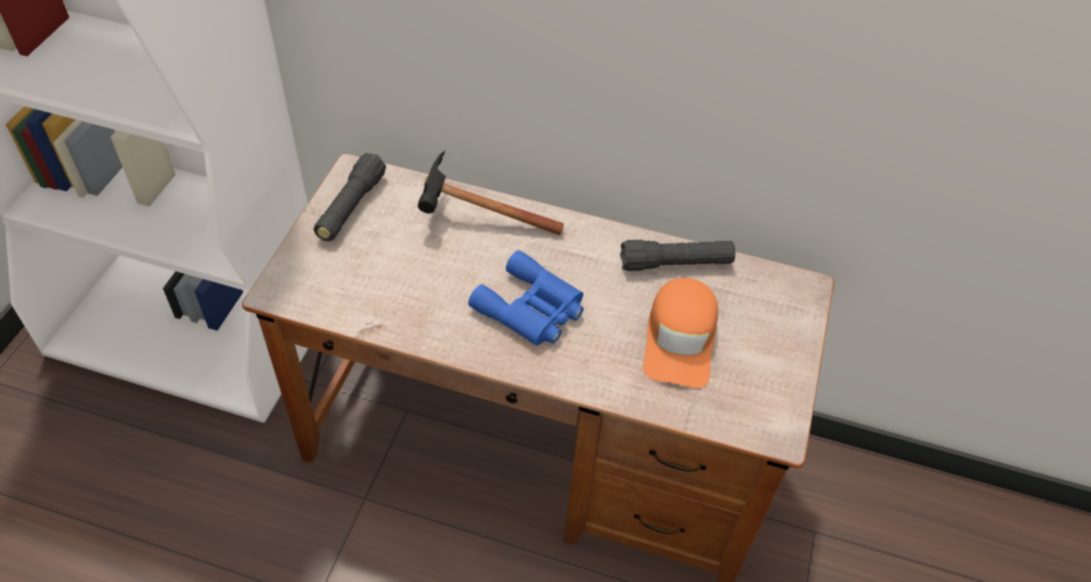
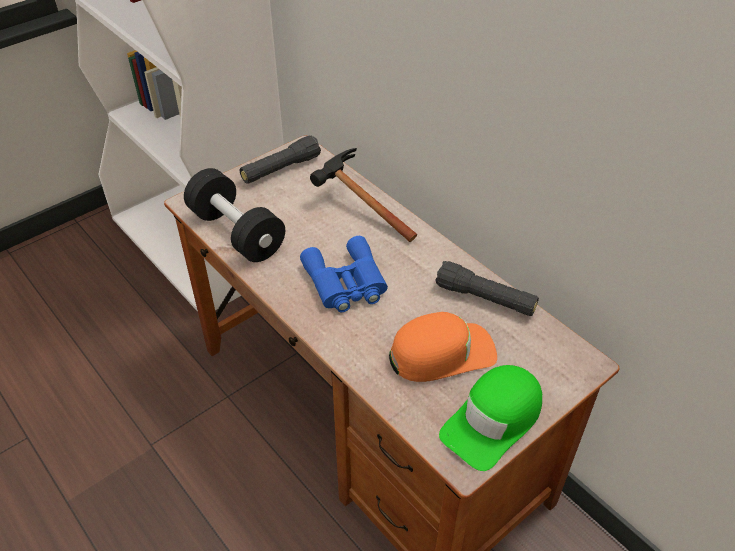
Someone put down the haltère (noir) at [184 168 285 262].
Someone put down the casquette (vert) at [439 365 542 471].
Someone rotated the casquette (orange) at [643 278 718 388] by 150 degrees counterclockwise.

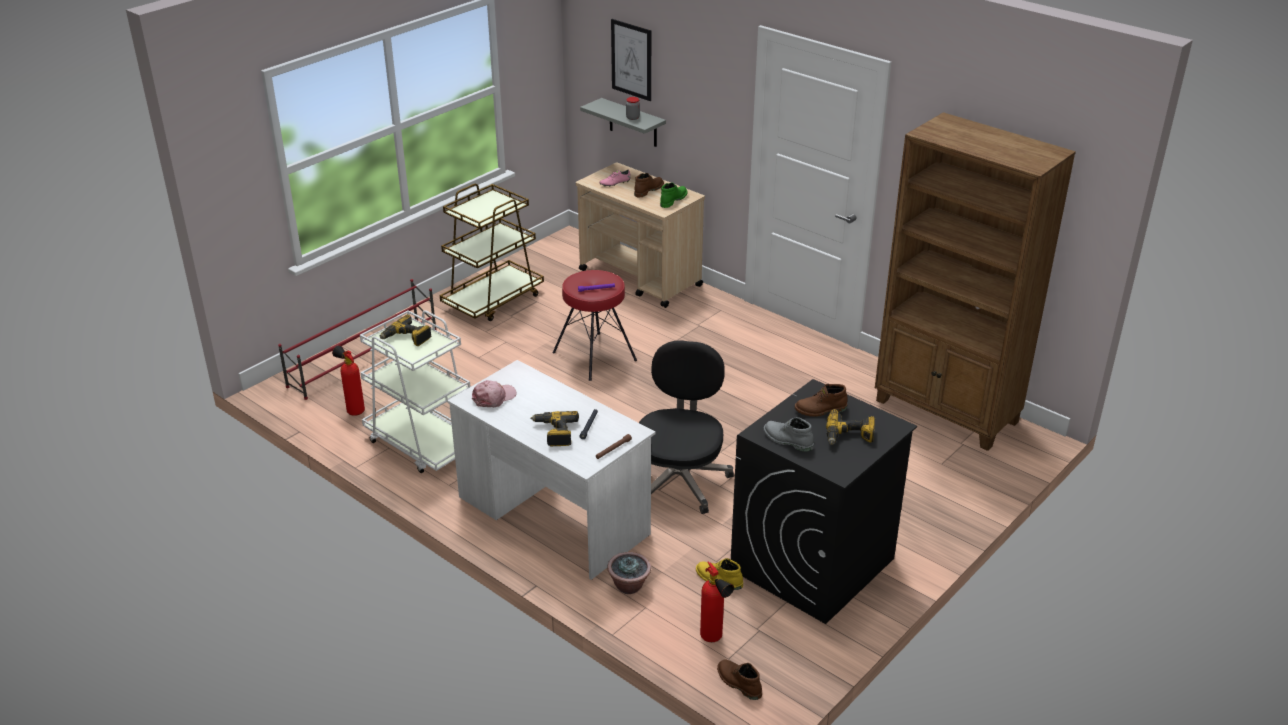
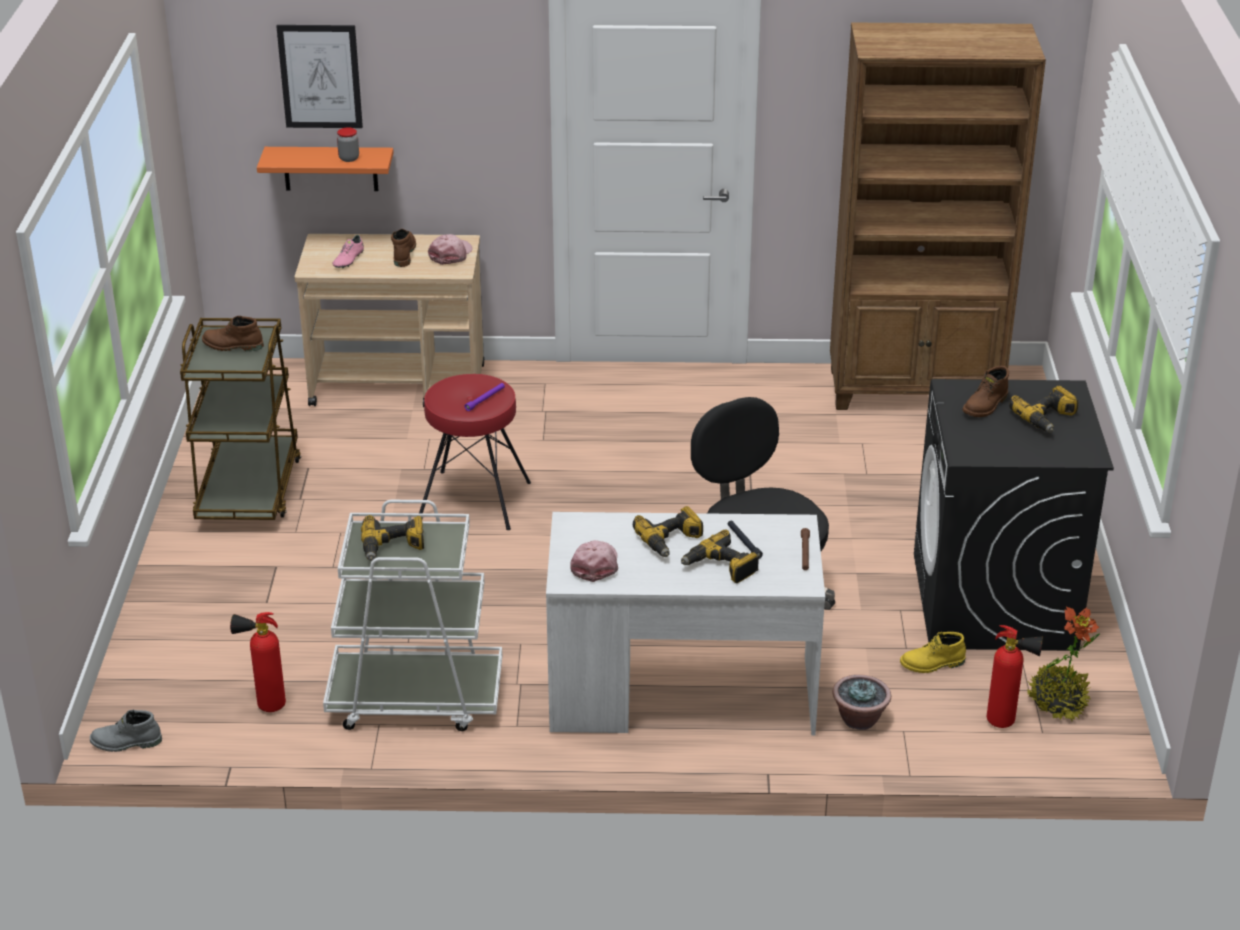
Someone took away the étagère à chaussures (rouge) at [278 279 436 400].
Someone put down the perceuse at [633 506 703 557].
Someone put down the plante en pot at [1027 607 1099 721].
Someone carried the botte (marron) from [717 659 762 700] to [202 316 264 351].
Someone carried the botte (gris) from [763 417 814 452] to [90 710 162 752].
Someone swapped the botte (vert) at [660 183 688 208] for the casquette (rose) at [428 234 473 265].
Someone repainted the étagère (gris) at [580 98 666 147], which became the étagère (orange) at [257 147 394 191].

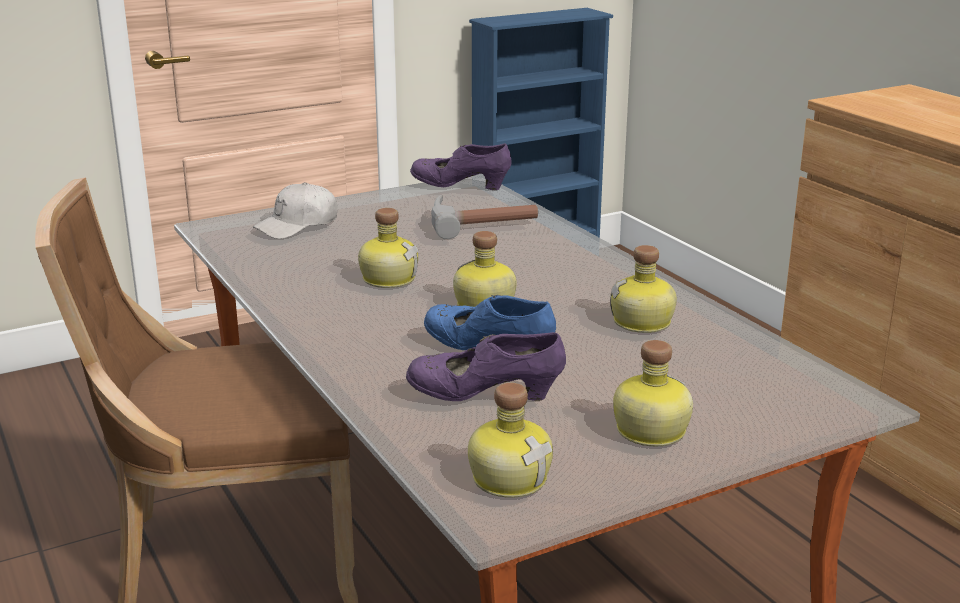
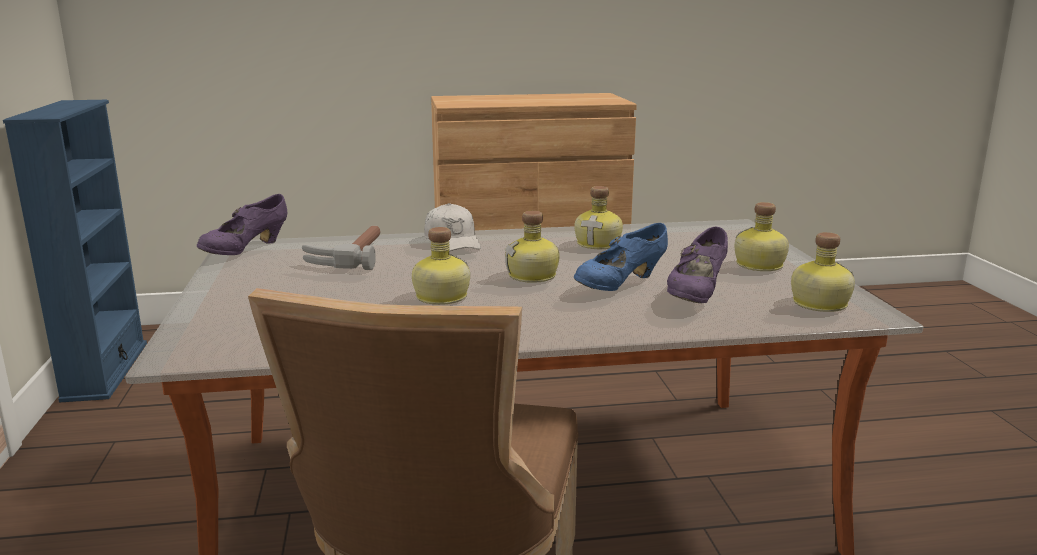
Someone carried the casquette (blanc) from [253 182 337 239] to [424 203 481 252].

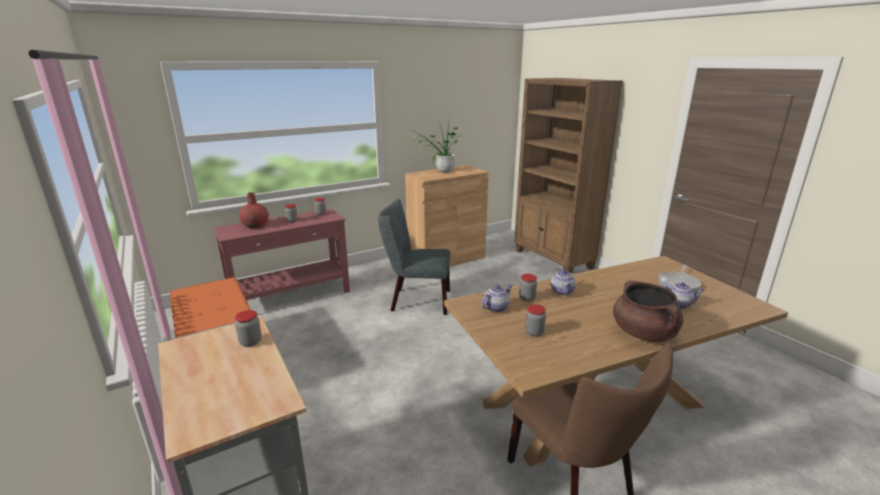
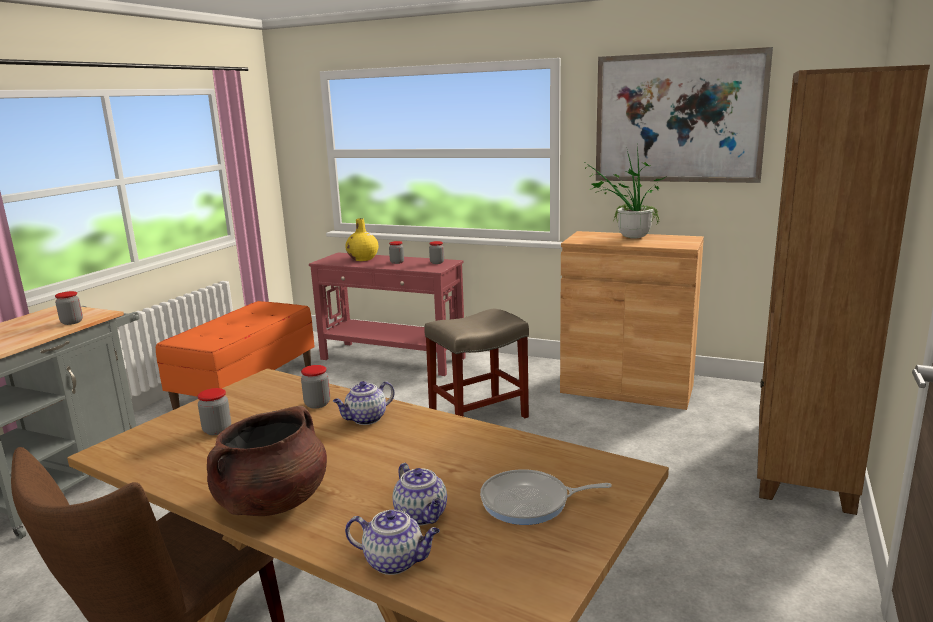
Someone put up the tableau at [596 47 773 183].
Someone carried the théière from [481 285 512 312] to [345 510 440 575].
Someone swapped the chaise (gris) at [378 199 451 315] for the tabouret (beige) at [424 309 529 418].
Someone repainted the vase (rouge) at [239 192 269 229], which became the vase (jaune) at [345 218 379 261].

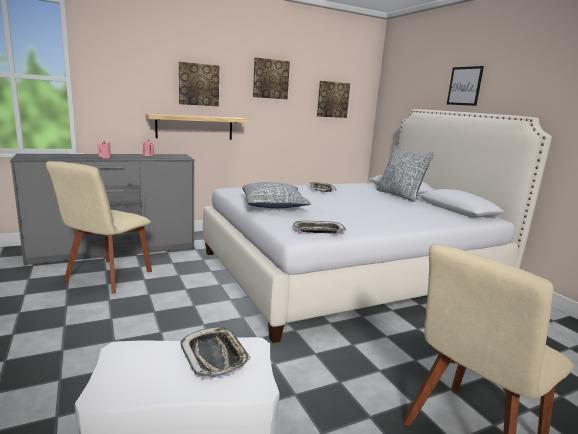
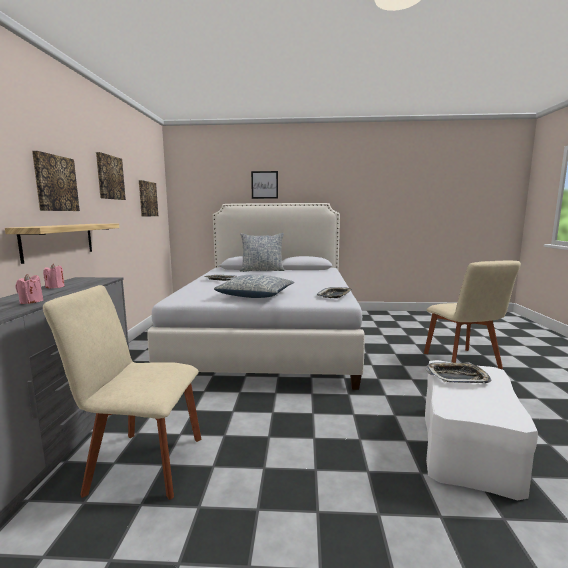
Someone rotated the chaise (beige) at [46 161 152 294] by 135 degrees clockwise.

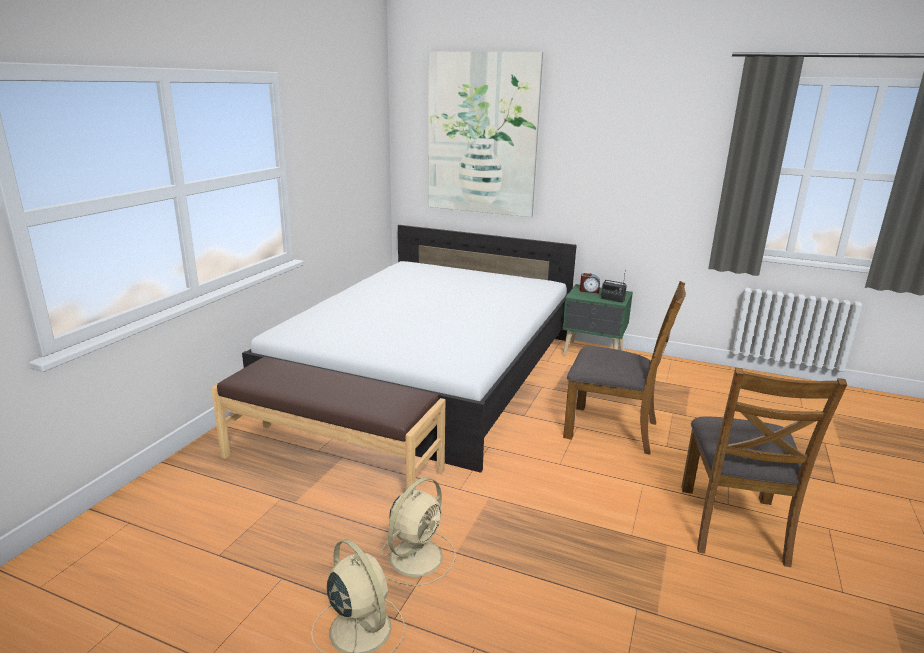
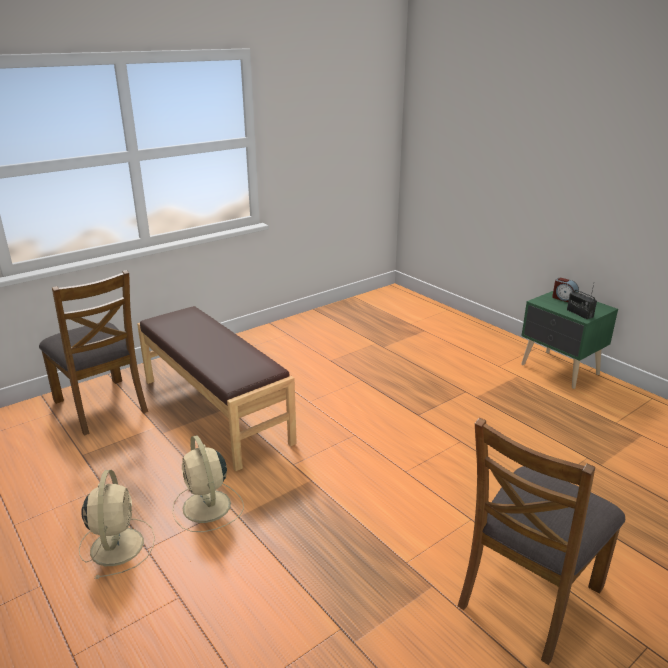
Someone took away the lit (blanc) at [242 225 577 473].
Someone took away the tableau at [428 51 543 217].
Someone carried the chaise (marron) from [563 281 686 455] to [39 270 148 436].
Someone rotated the ventilateur (beige) at [382 477 456 586] by 90 degrees clockwise.

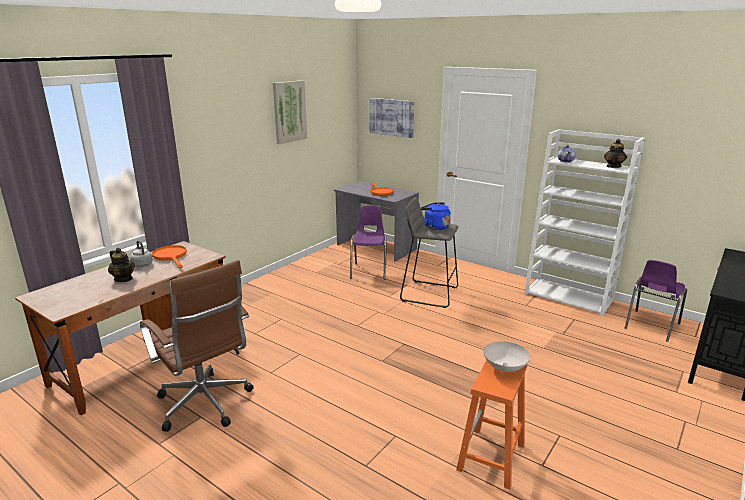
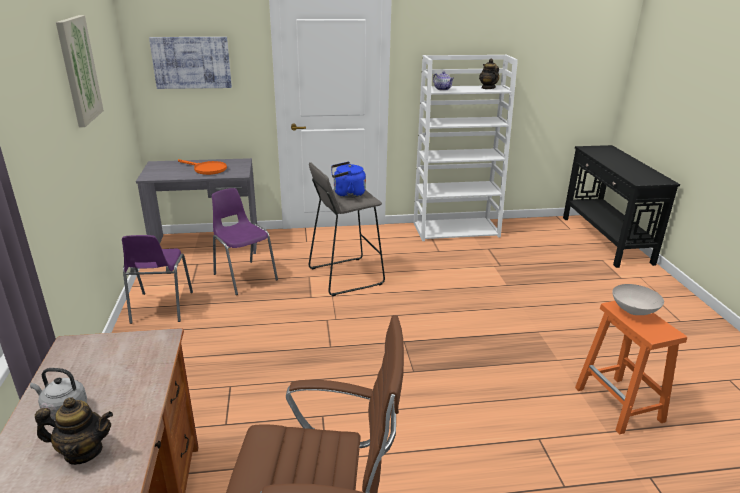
Someone took away the poêle (orange) at [152 245 187 269].
Someone carried the chaise (violet) from [625 260 687 342] to [122 235 193 324].

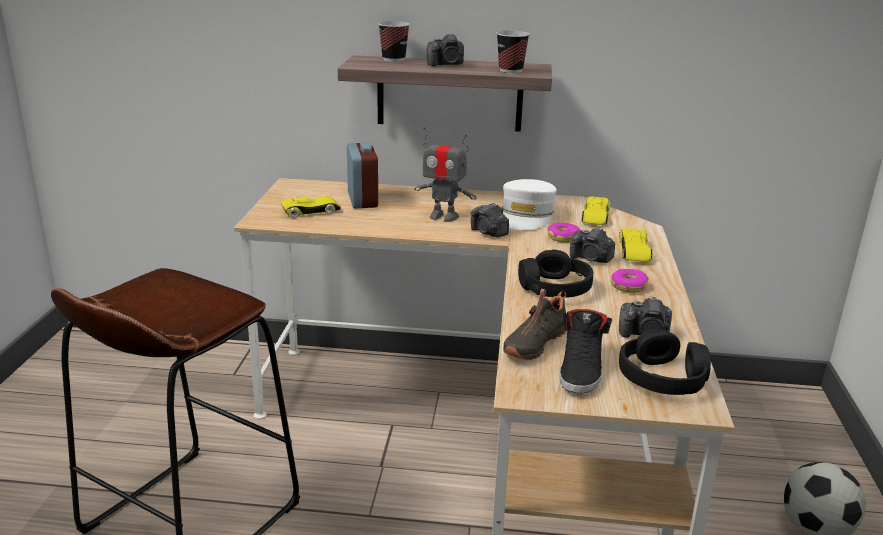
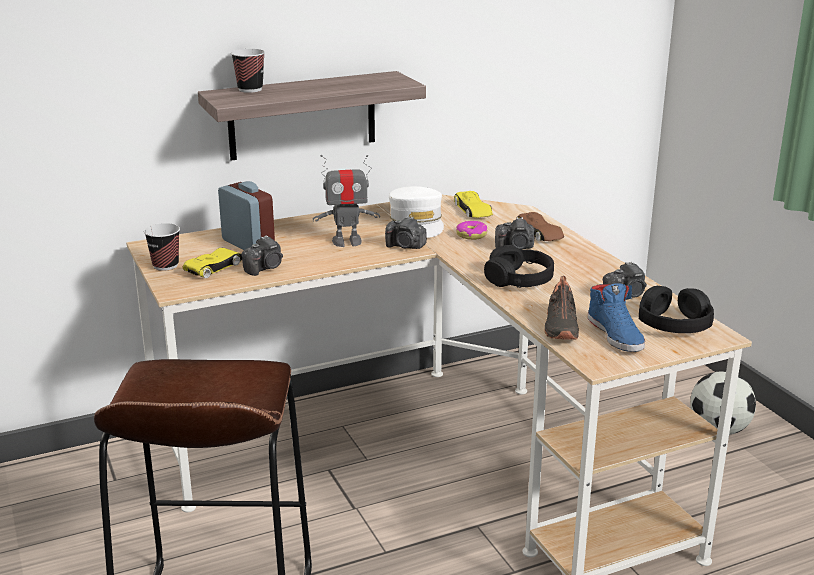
Someone took away the beignet at [611 269 649 293].
Someone carried the appareil photo from [427 33 464 66] to [241 235 283 276].
Someone carried the tasse from [497 31 530 73] to [144 223 180 271].
Someone repainted the chaussure (noir) at [559 309 612 393], which became the chaussure (bleu) at [588 283 645 352].
Someone repainted the petite voiture (jaune) at [619 228 652 262], which became the petite voiture (marron) at [516 212 564 241].

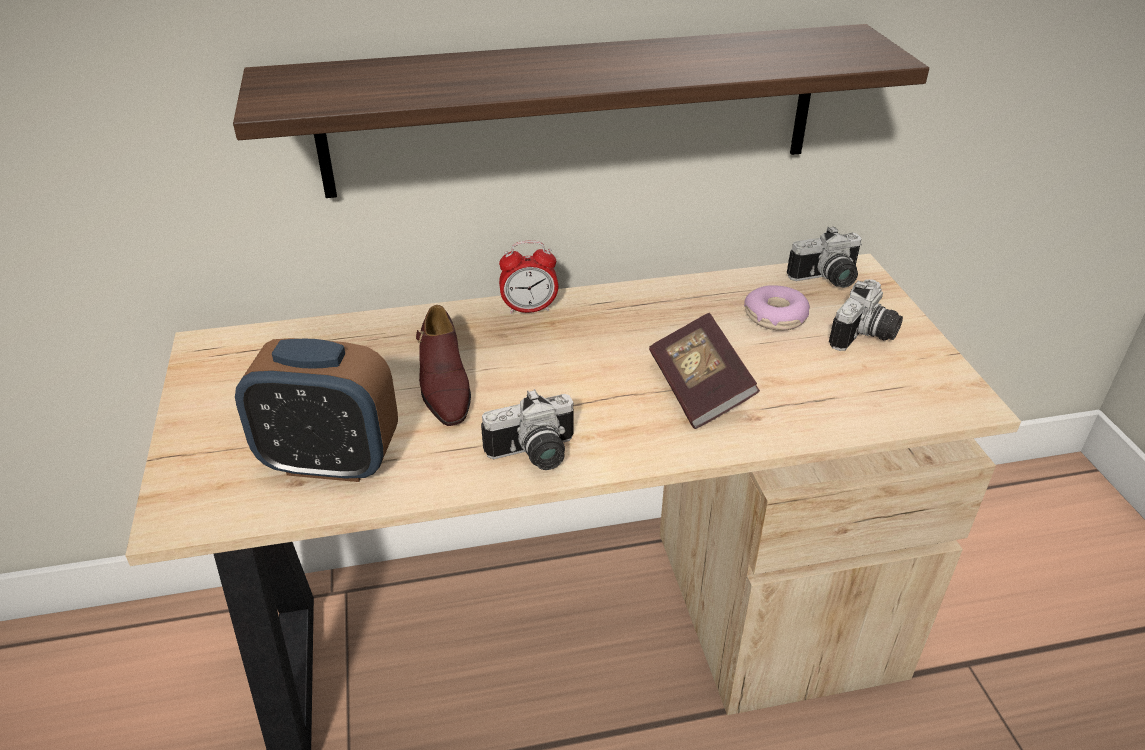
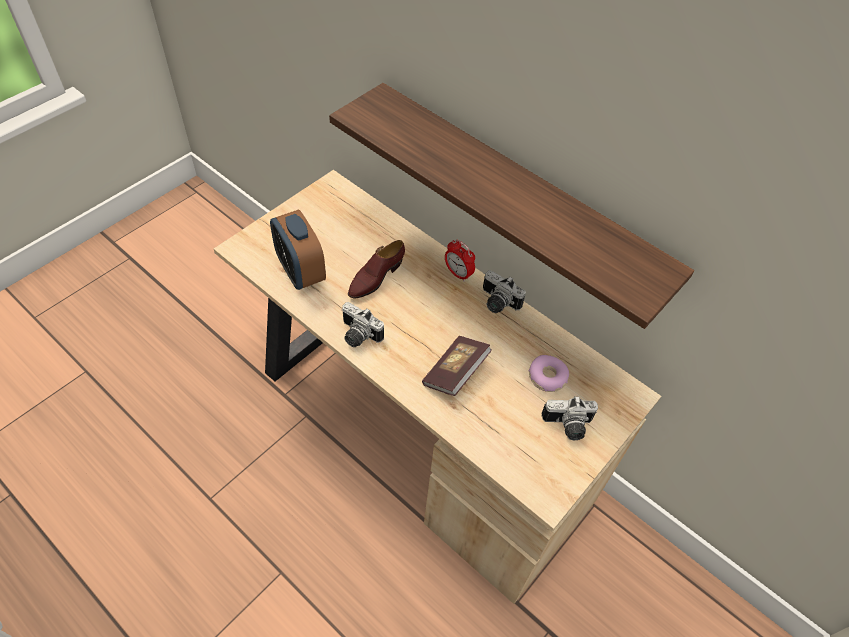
Someone carried the appareil photo from [787 226 862 288] to [483 270 526 313].

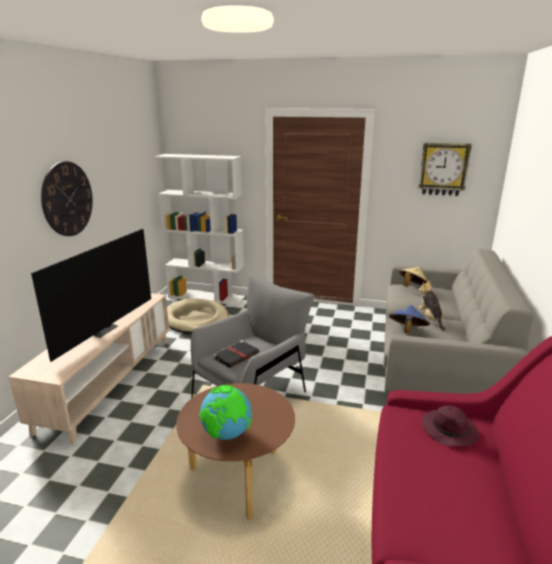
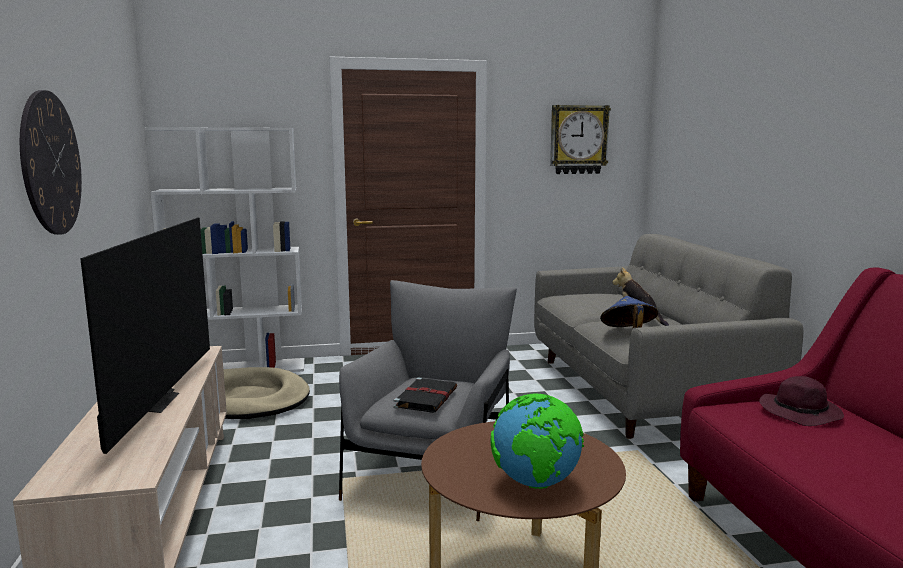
Someone took away the chapeau (beige) at [399 267 427 287].

